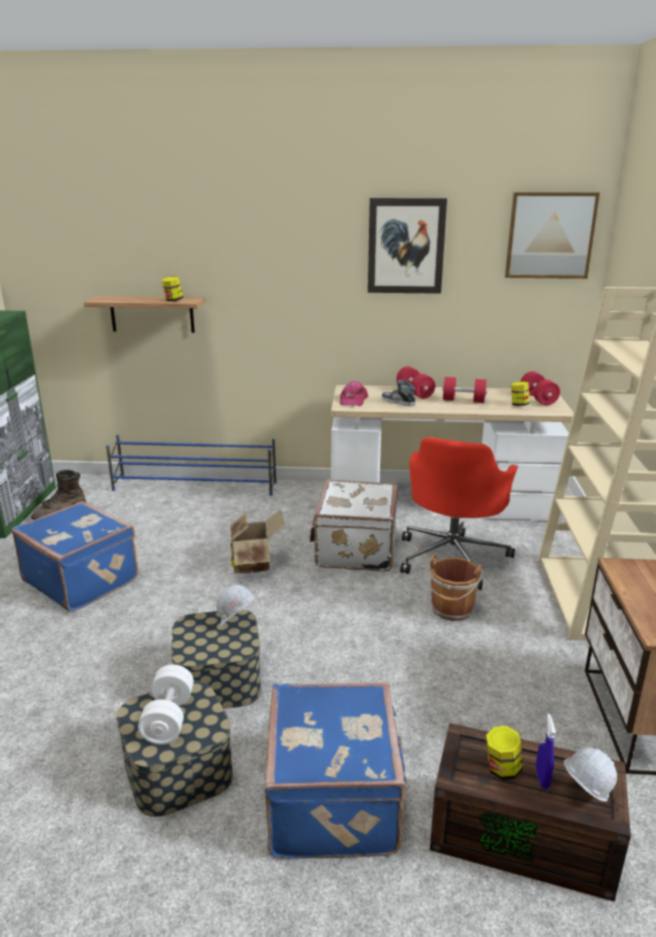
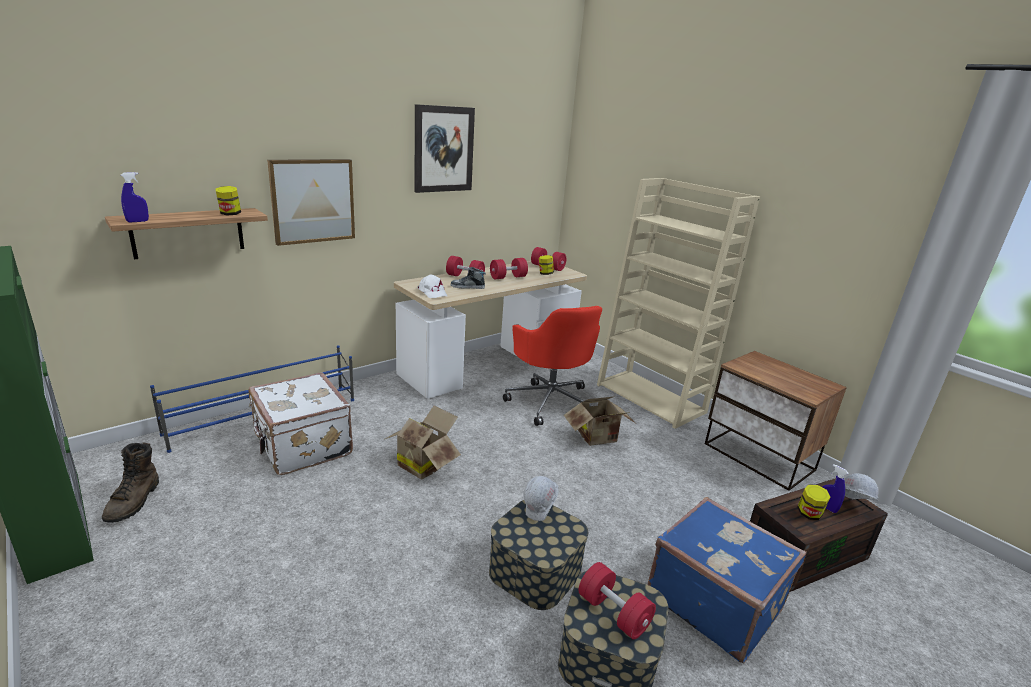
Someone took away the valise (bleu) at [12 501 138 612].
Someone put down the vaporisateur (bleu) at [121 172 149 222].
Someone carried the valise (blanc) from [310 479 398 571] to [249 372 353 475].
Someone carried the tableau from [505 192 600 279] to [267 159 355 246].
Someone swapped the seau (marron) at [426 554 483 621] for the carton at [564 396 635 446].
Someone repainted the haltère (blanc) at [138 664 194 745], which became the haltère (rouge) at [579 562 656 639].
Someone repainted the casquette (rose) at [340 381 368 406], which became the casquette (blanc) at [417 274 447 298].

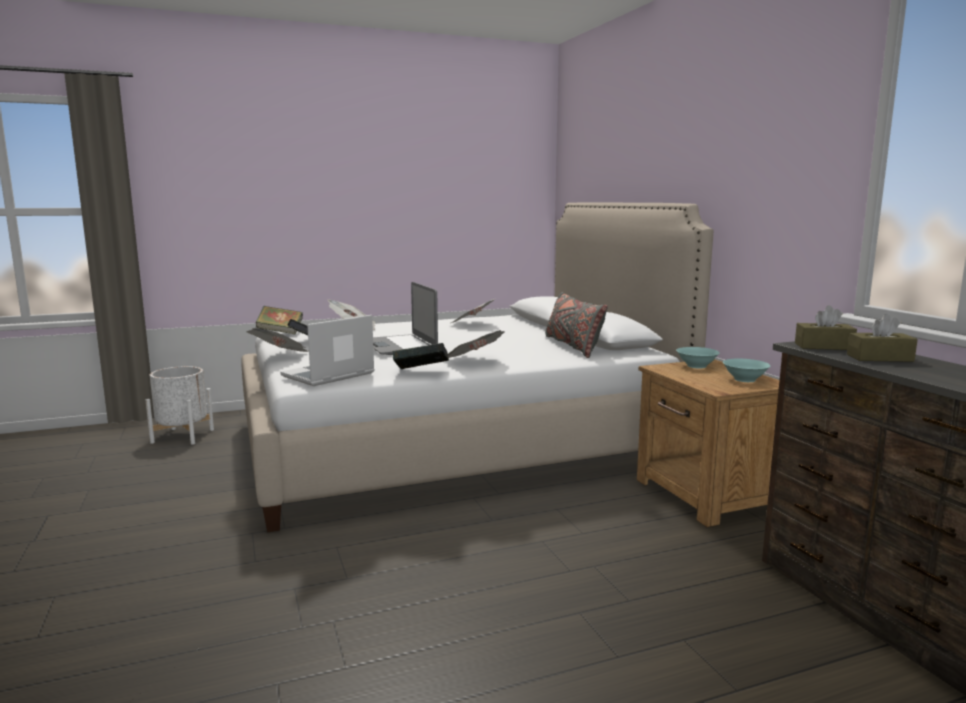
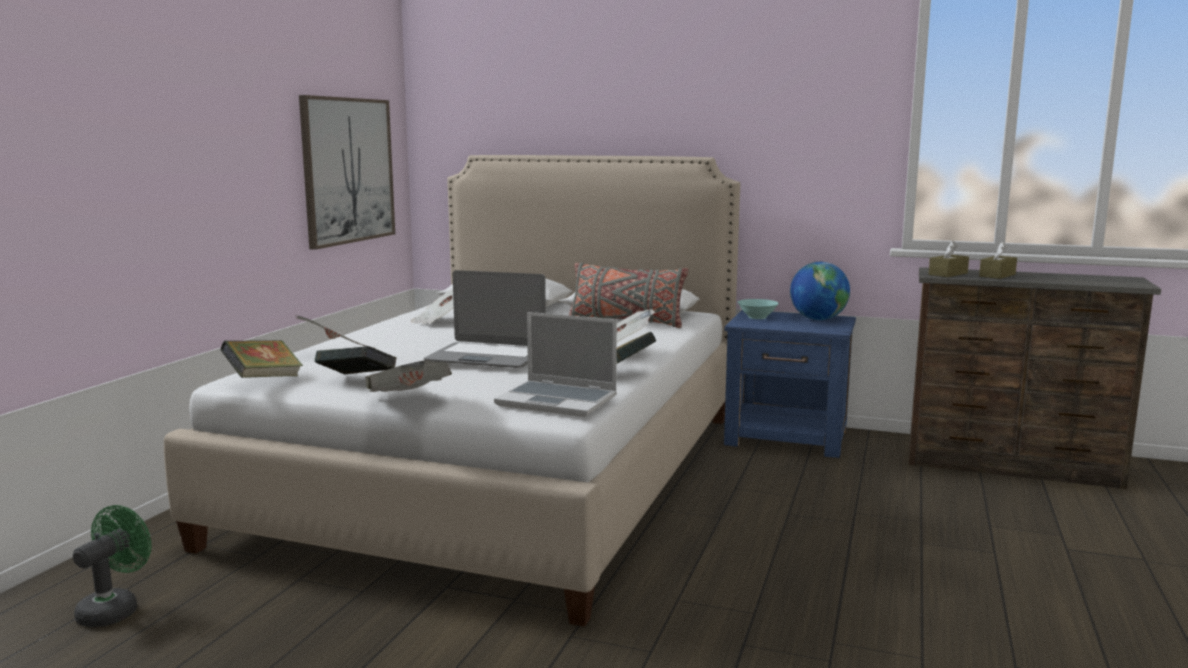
Someone put up the tableau at [299 95 395 250].
Someone swapped the cache-pot (blanc) at [146 366 214 445] for the ventilateur (vert) at [73 505 151 627].
Someone swapped the bol (turquoise) at [723 359 770 382] for the globe at [790 262 850 320].
Someone repainted the table de chevet (marron) at [637 359 779 527], which became the table de chevet (bleu) at [724 310 856 458].
Someone rotated the ordinateur portable at [281 315 375 386] by 60 degrees counterclockwise.

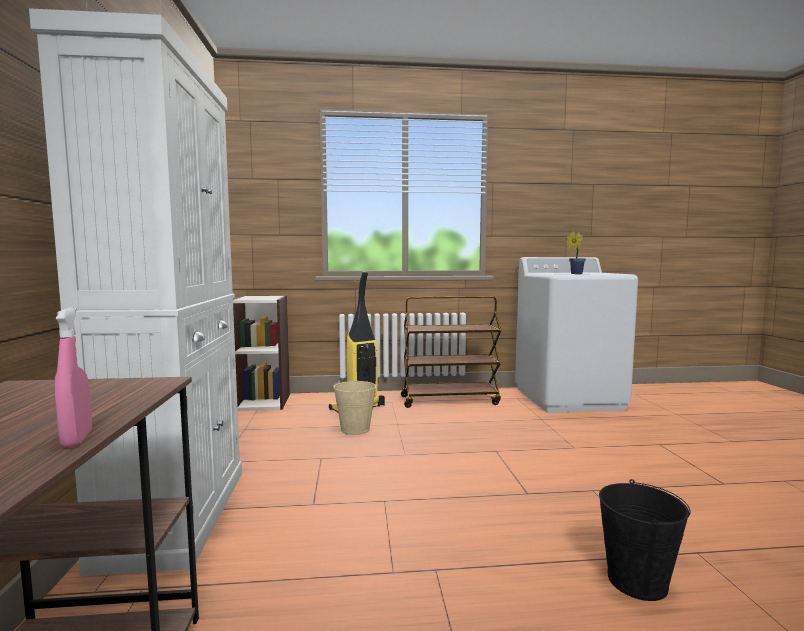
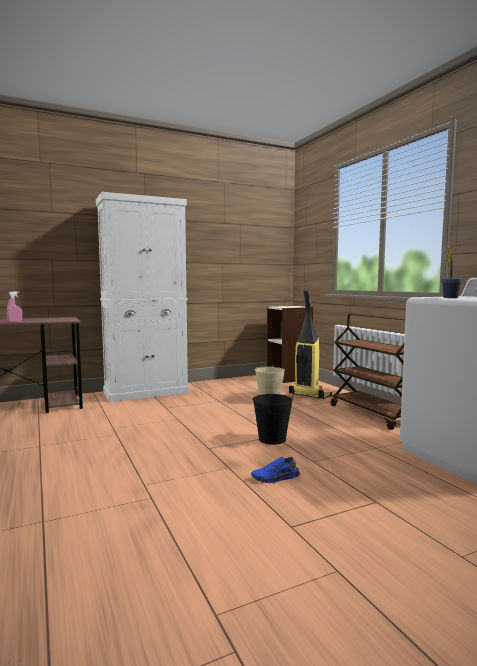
Someone put down the chaussure (bleu) at [251 457 300 483].
Someone carried the seau (noir) from [599 479 691 601] to [253 394 293 445].

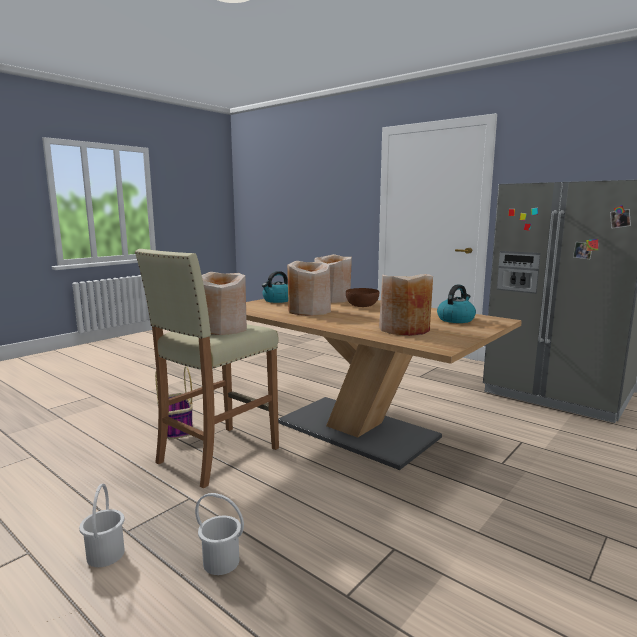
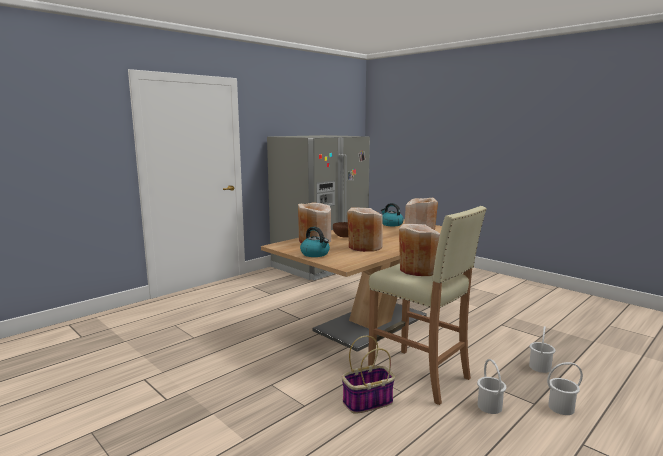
Someone put down the seau (blanc) at [477 359 506 414].

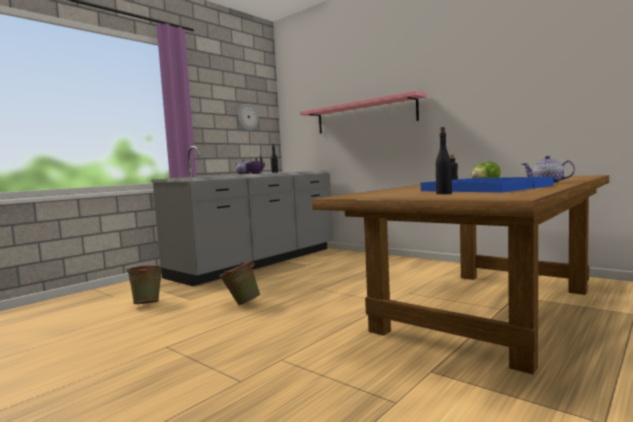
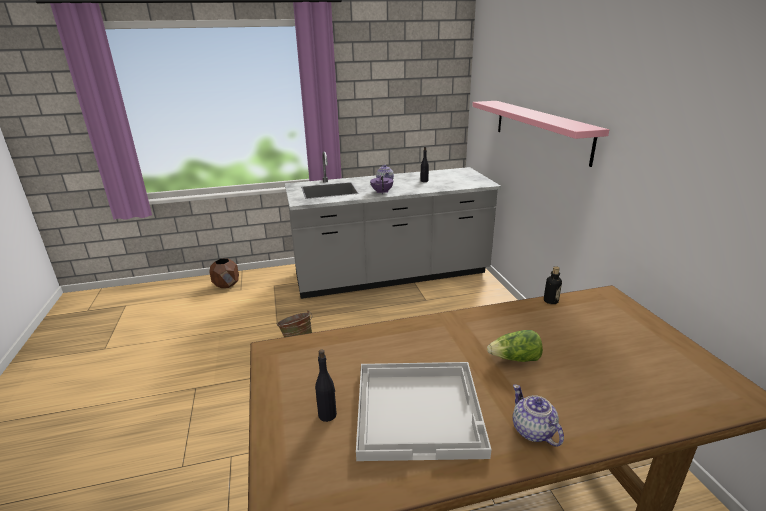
Someone took away the seau (vert) at [125 265 164 304].
Someone took away the horloge murale at [238 104 259 131].
Someone put down the cache-pot (marron) at [209 258 239 288].
Someone repainted the plateau (bleu) at [421 177 554 193], which became the plateau (blanc) at [356 362 492 461].

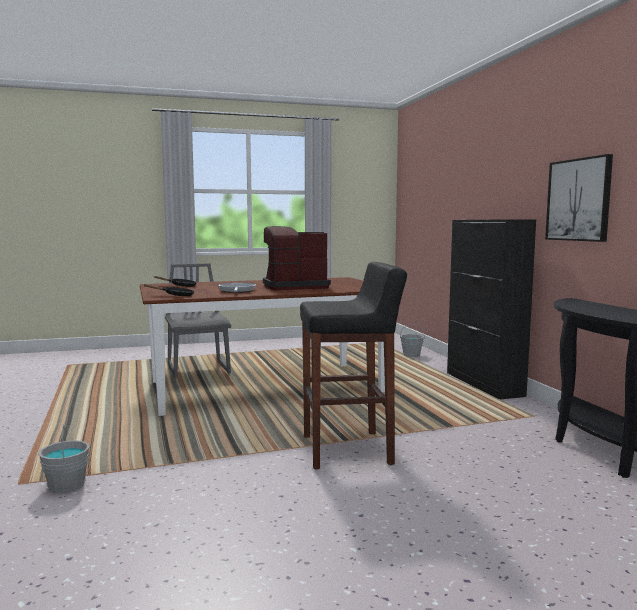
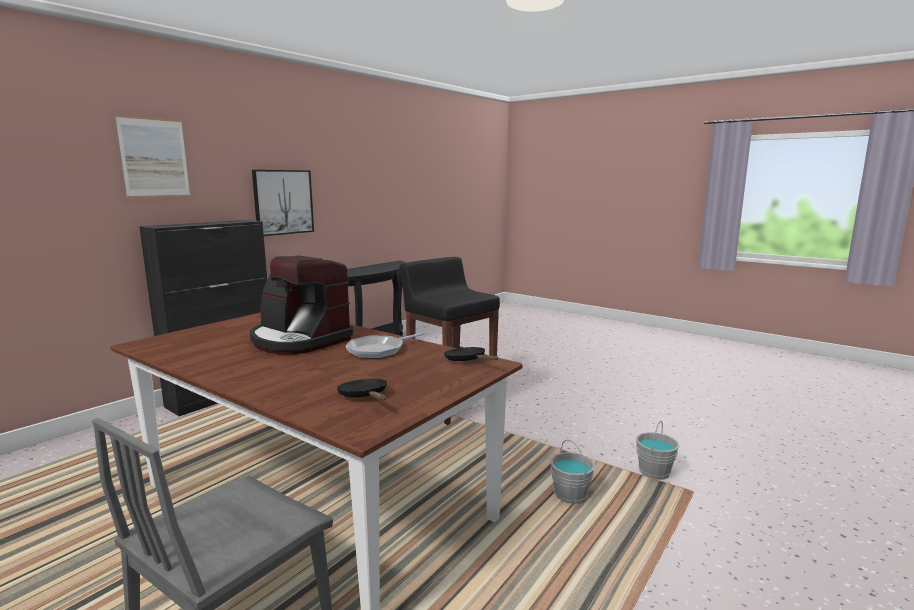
Someone put up the tableau at [115 115 190 198].
Someone carried the seau (gris) from [400 324 425 357] to [550 440 595 503].

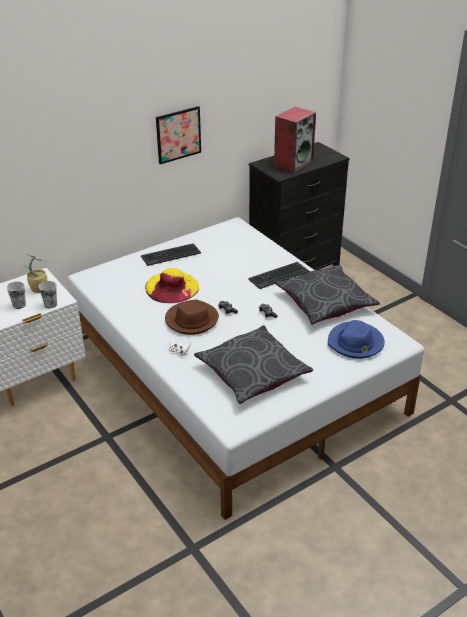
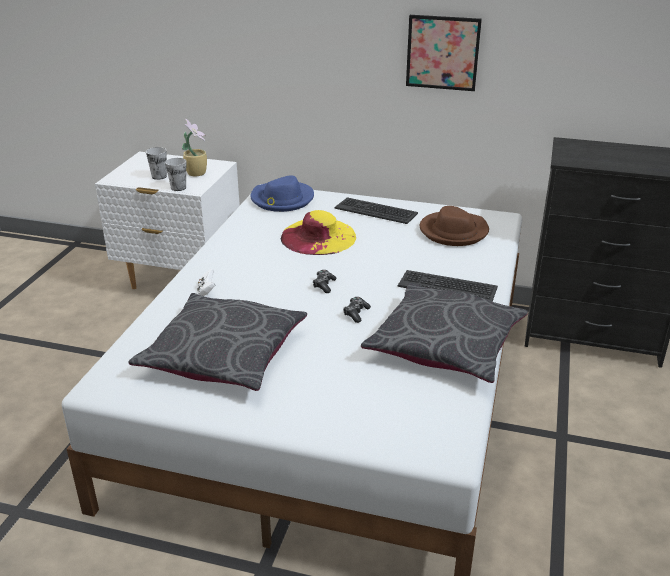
Someone took away the enceinte at [274 107 316 173].
Someone carried the chapeau (marron) from [165 300 219 335] to [420 206 489 246].
Someone carried the chapeau (bleu) from [328 320 385 359] to [251 176 314 212].

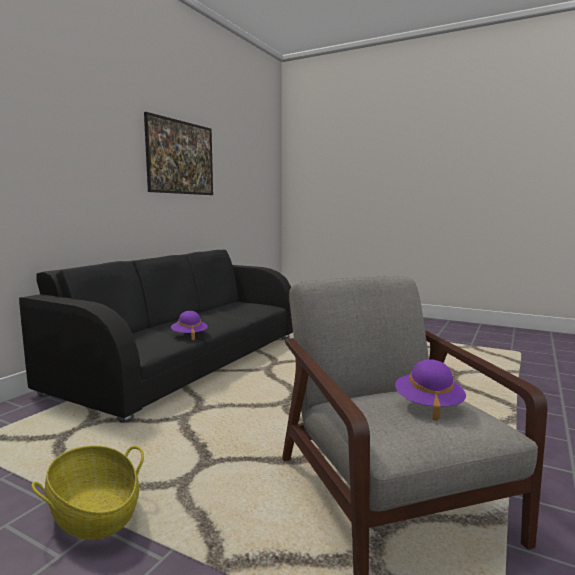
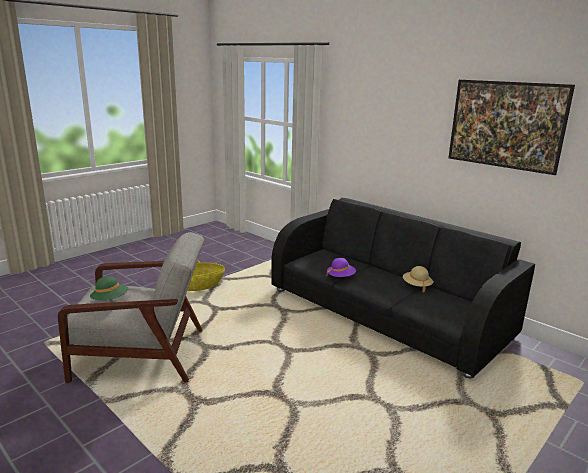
Someone put down the chapeau (beige) at [403 266 434 293].
Someone repainted the chapeau (violet) at [395 359 466 421], which became the chapeau (vert) at [90 276 128 300].

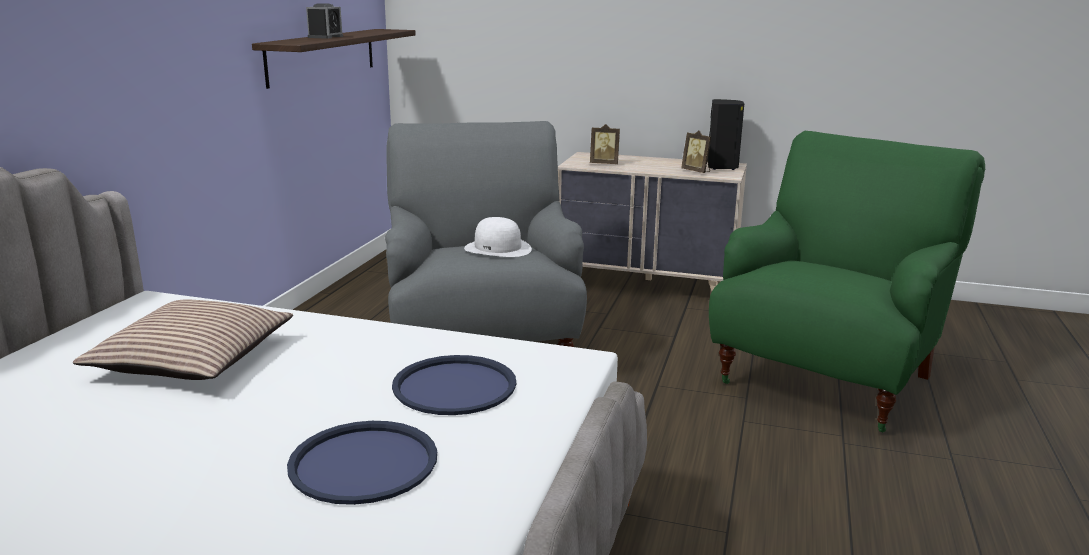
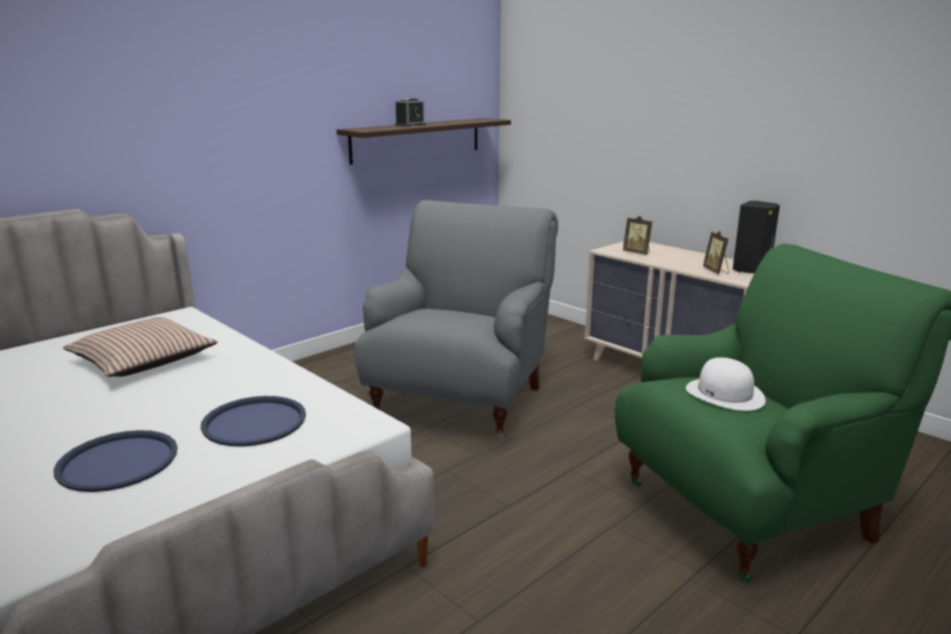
Someone carried the chapeau (blanc) from [464 217 532 257] to [686 357 766 411].

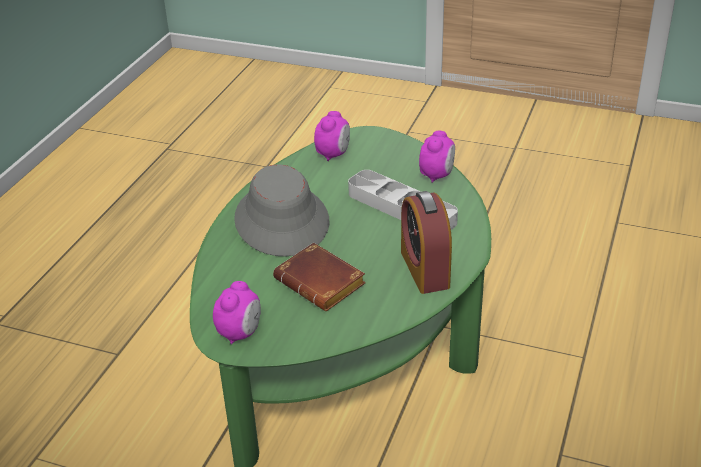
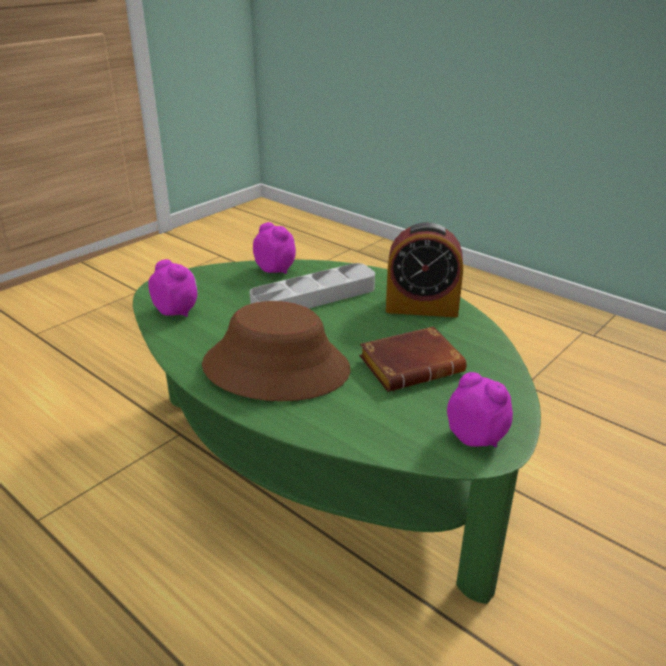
Someone repainted the chapeau (gris) at [234 164 329 256], which became the chapeau (marron) at [202 301 351 401].

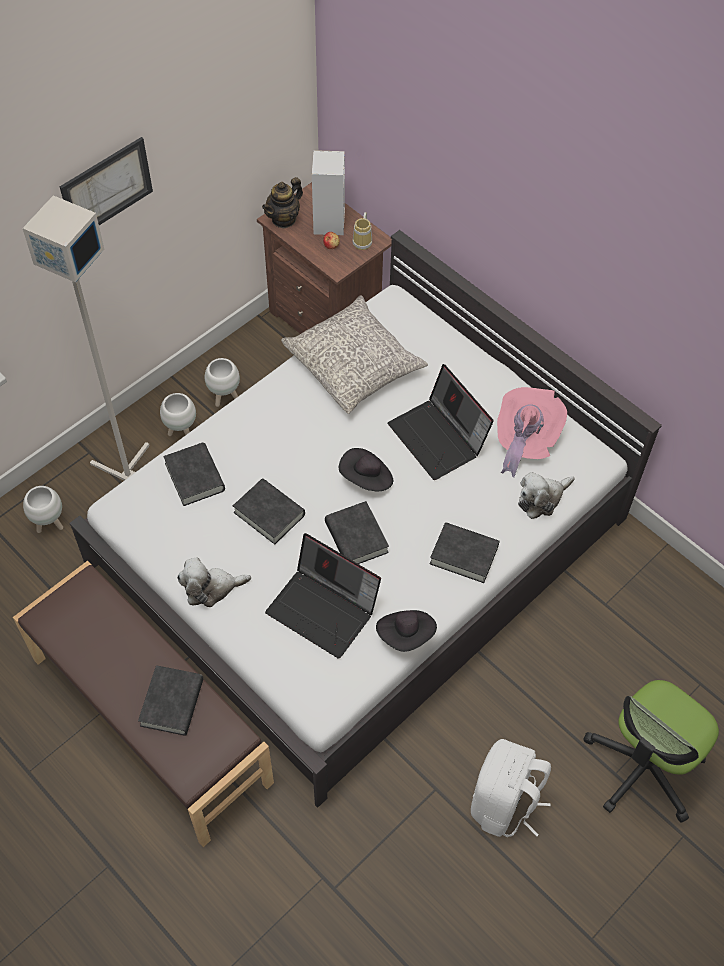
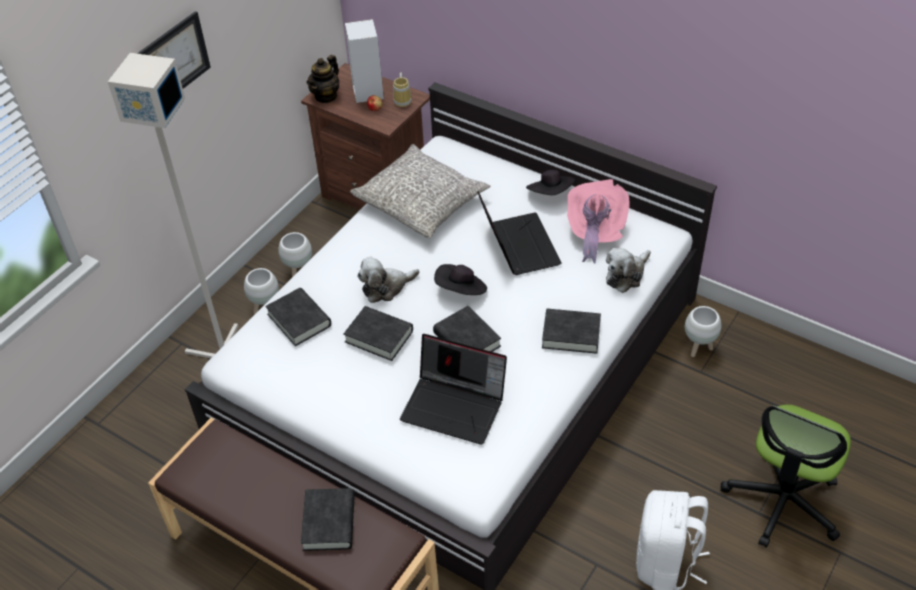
Someone carried the cache-pot (blanc) from [23 486 63 533] to [685 306 721 357].
Someone carried the peluche from [177 557 251 607] to [357 257 419 303].
Someone carried the chapeau (noir) from [376 610 437 652] to [526 169 575 195].
Someone rotated the ordinateur portable at [387 364 494 480] by 150 degrees counterclockwise.

